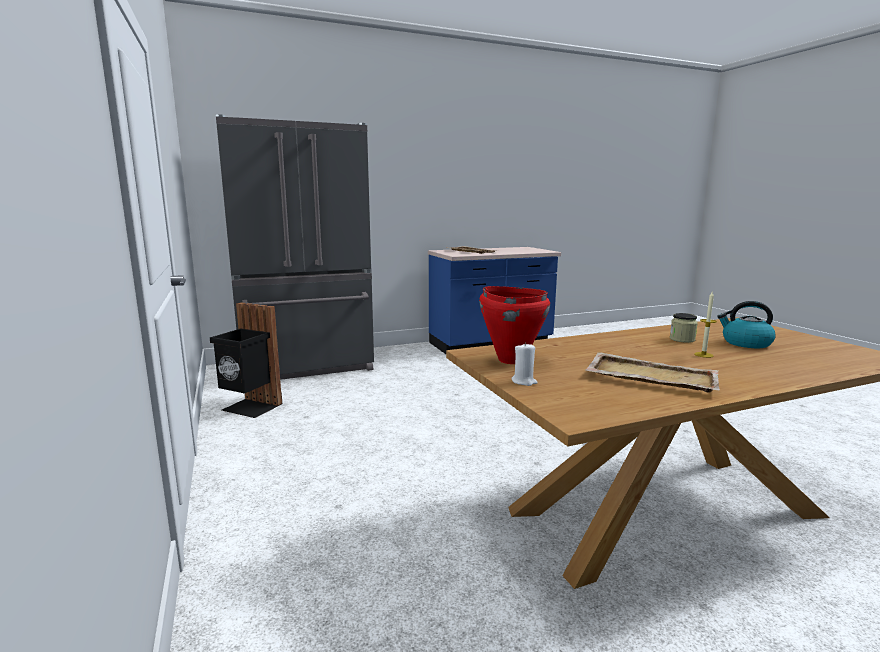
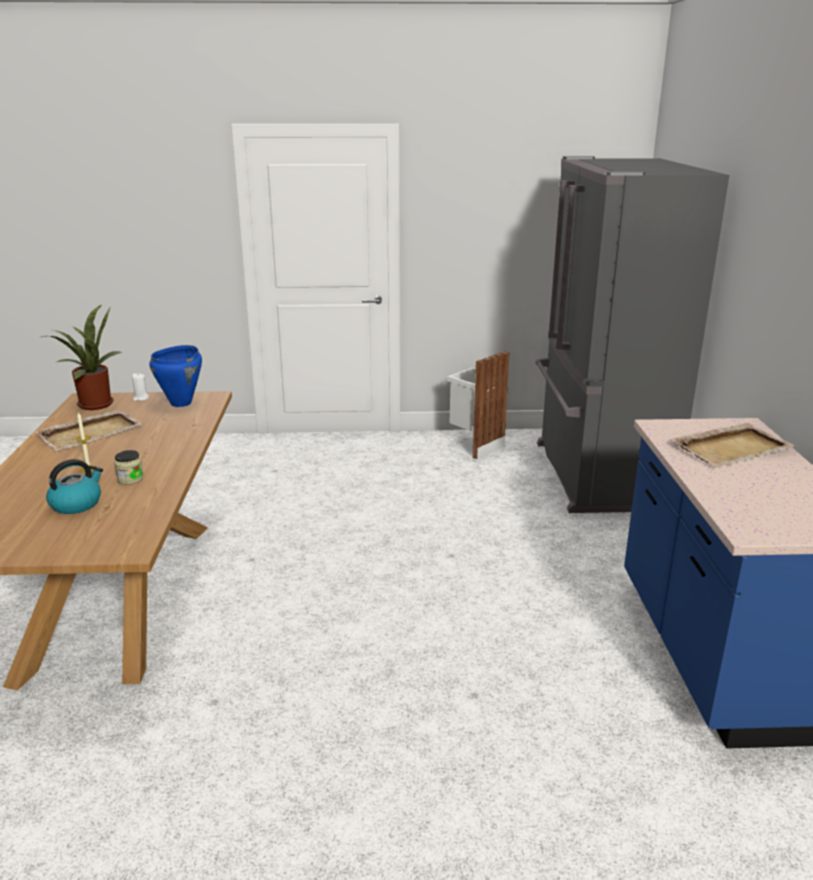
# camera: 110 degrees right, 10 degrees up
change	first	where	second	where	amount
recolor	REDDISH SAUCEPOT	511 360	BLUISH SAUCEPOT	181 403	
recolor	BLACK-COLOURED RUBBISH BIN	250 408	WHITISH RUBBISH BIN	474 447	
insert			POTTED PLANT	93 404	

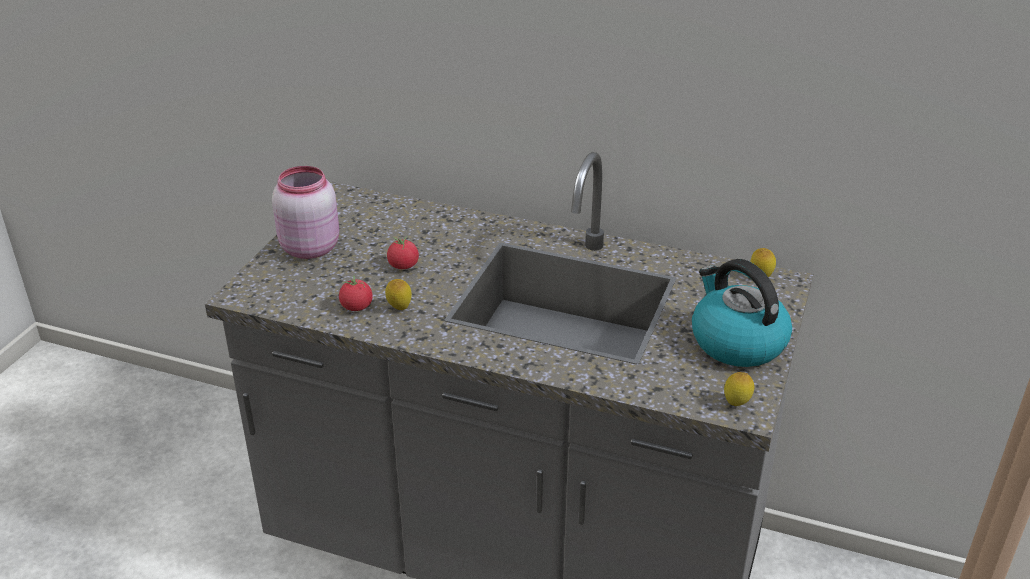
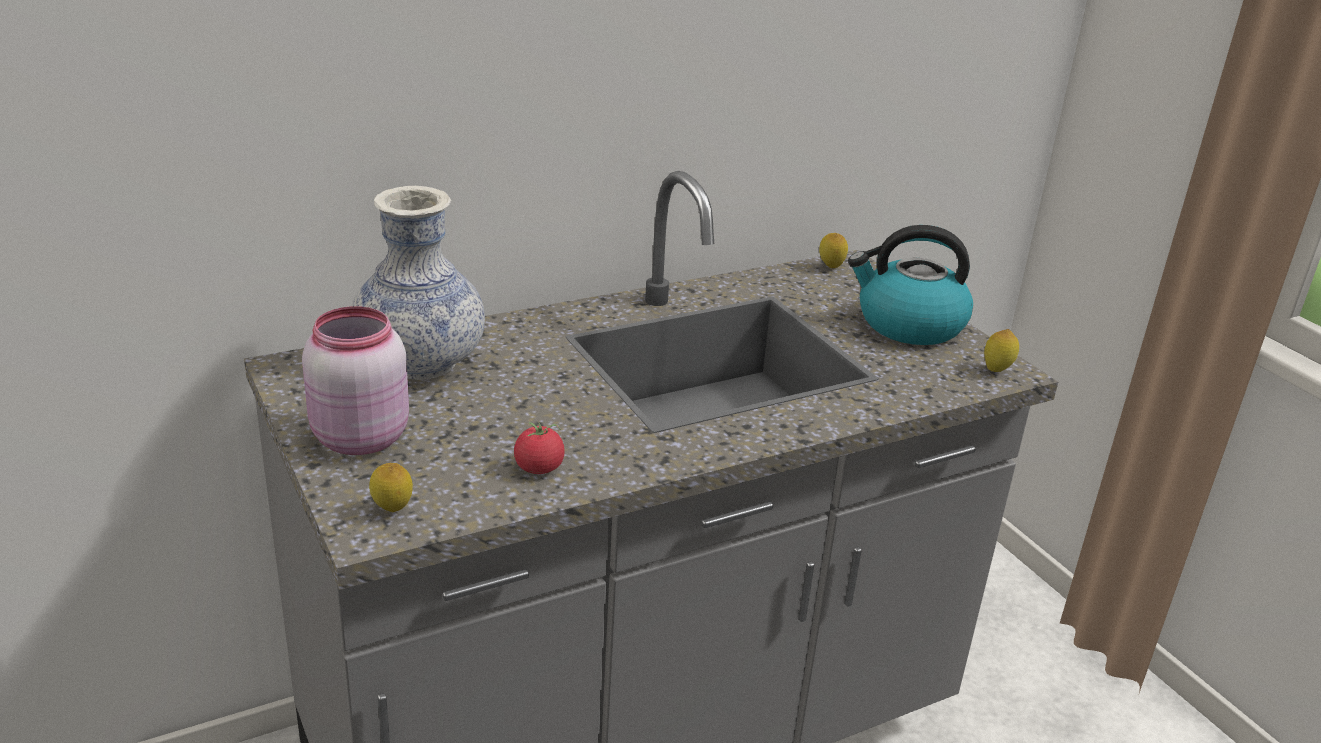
# camera: 50 degrees left, 5 degrees down
change	first	where	second	where	amount
delete	FRESH TOMATO	403 266			
move	WHOLE LEMON	399 309		392 511	
insert			DECORATIVE VASE	420 362	

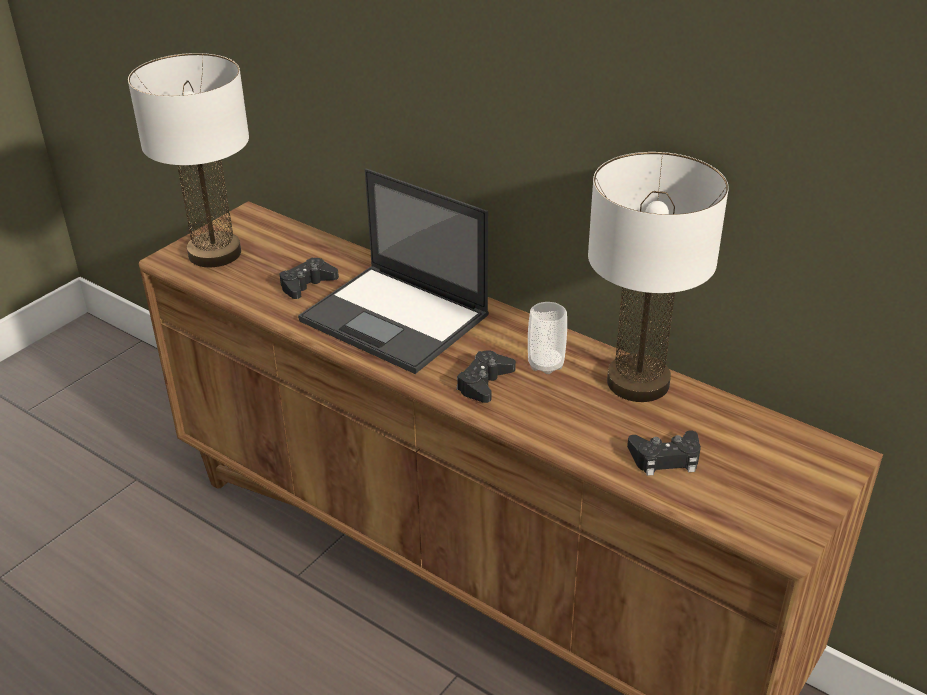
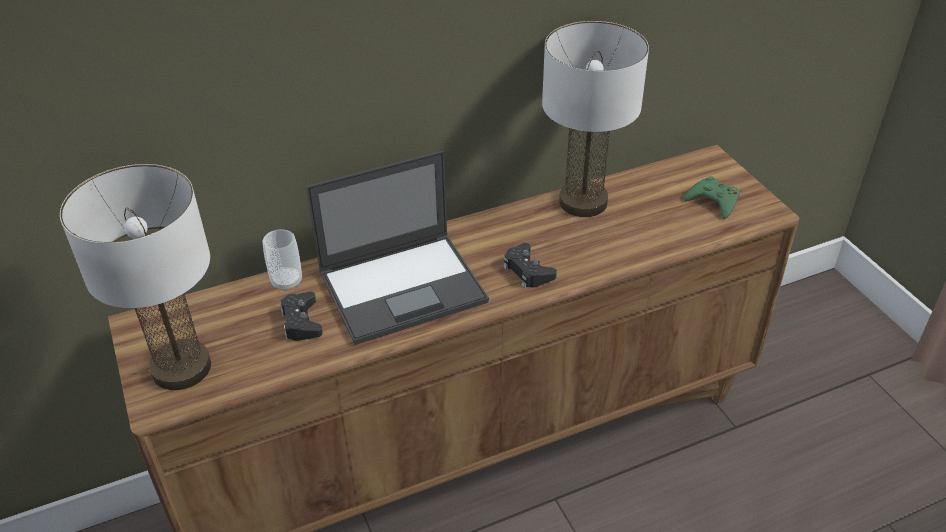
# camera: 60 degrees left, 5 degrees up
change	first	where	second	where	amount
move	DRINKING CUP	546 364		287 282	
delete	BLACK-COLOURED GAME CONTROLLER	665 458			
insert			GREEN GAME CONTROLLER	713 202	

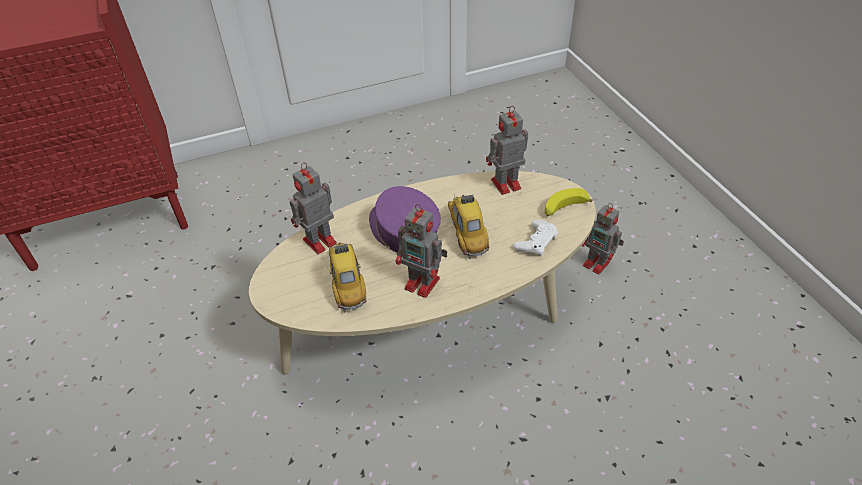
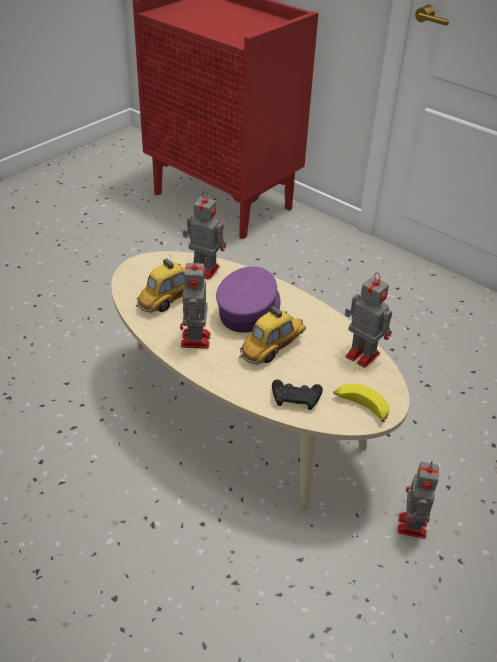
# camera: 60 degrees right, 5 degrees down
change	first	where	second	where	amount
recolor	WHITISH GAME CONTROLLER	536 242	BLACK-COLOURED GAME CONTROLLER	295 398	

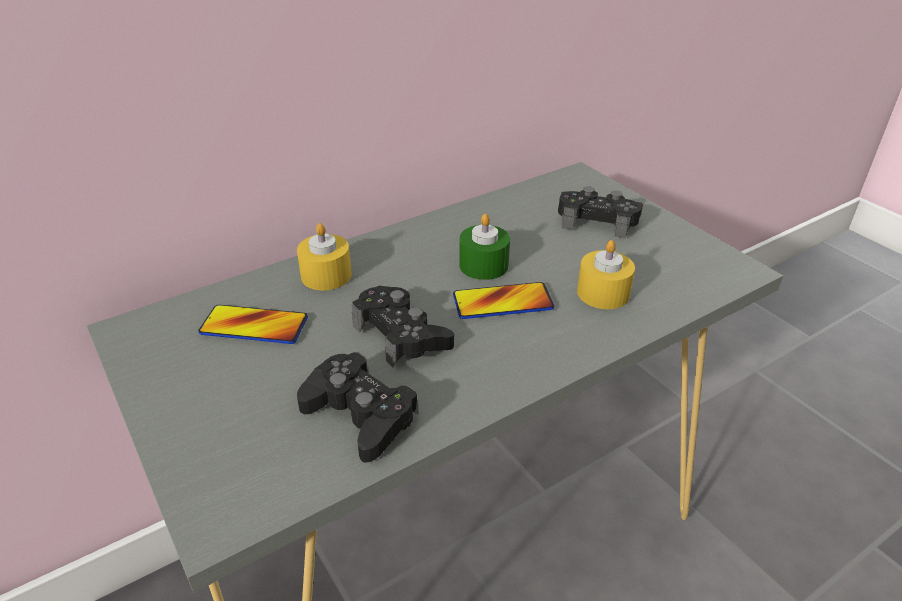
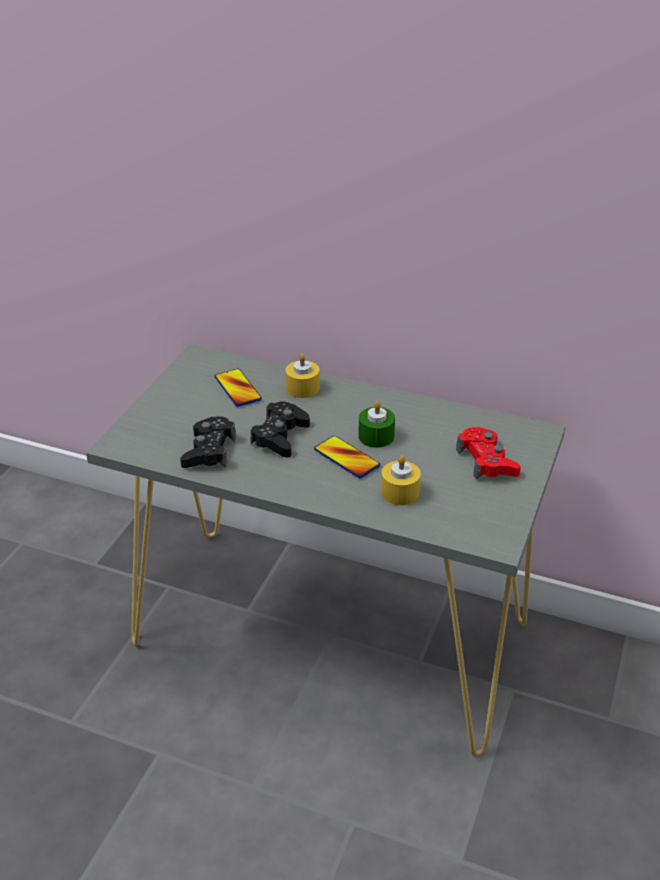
# camera: 55 degrees right, 0 degrees up
change	first	where	second	where	amount
recolor	BLACK-COLOURED GAME CONTROLLER	598 220	REDDISH GAME CONTROLLER	486 461	

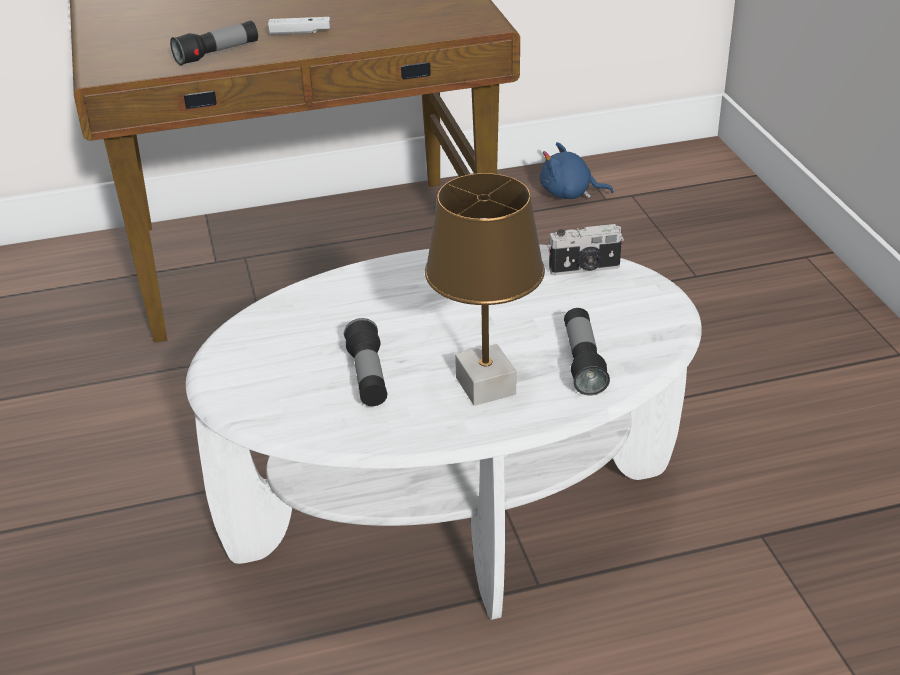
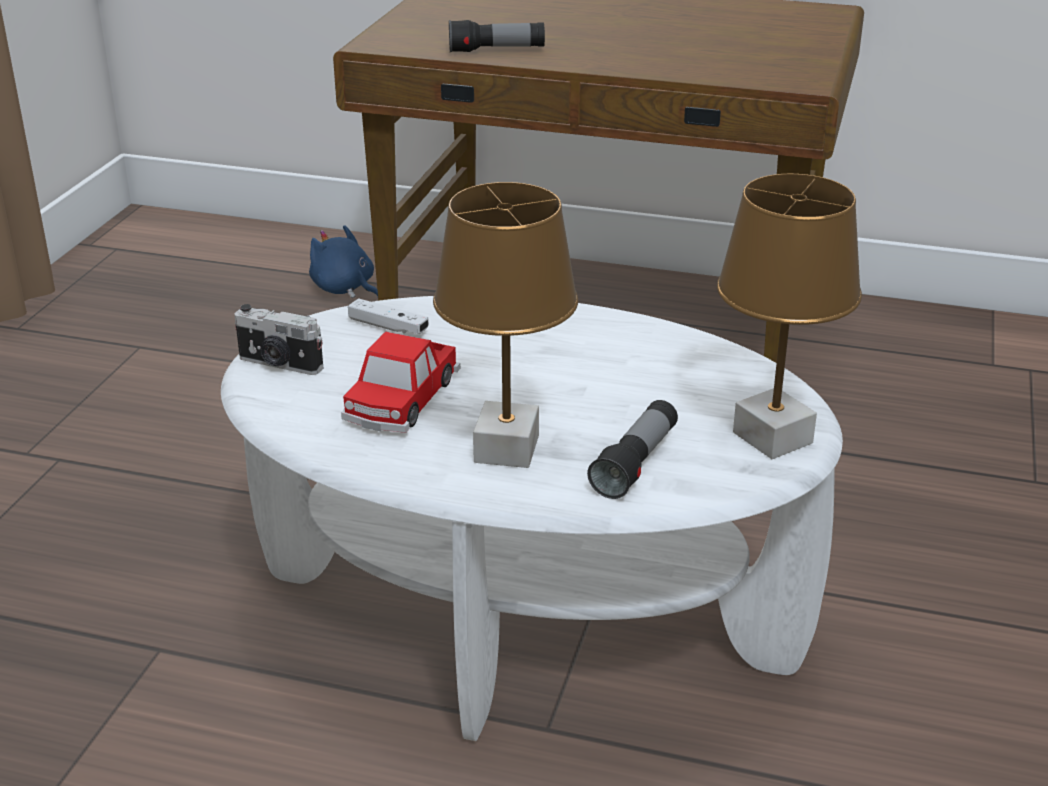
# camera: 30 degrees right, 5 degrees down
change	first	where	second	where	amount
move	WHITISH GAME CONTROLLER	300 32		388 327	
move	BLUISH SOFT TOY	569 194		345 289	
move	PHOTO CAMERA	585 269		279 364	
replace	FLASHLIGHT	368 376	MINIATURE CAR	402 399	
insert			BROWN TABLETOP LAMP	774 438	

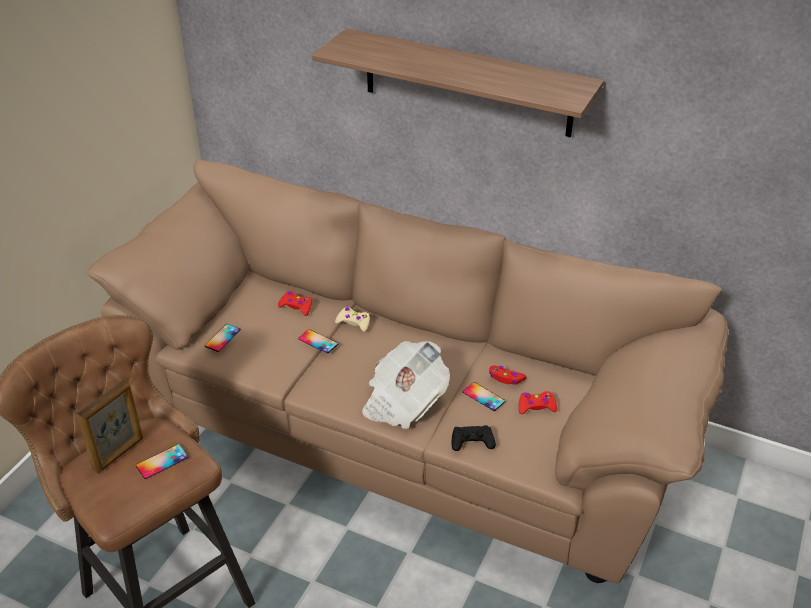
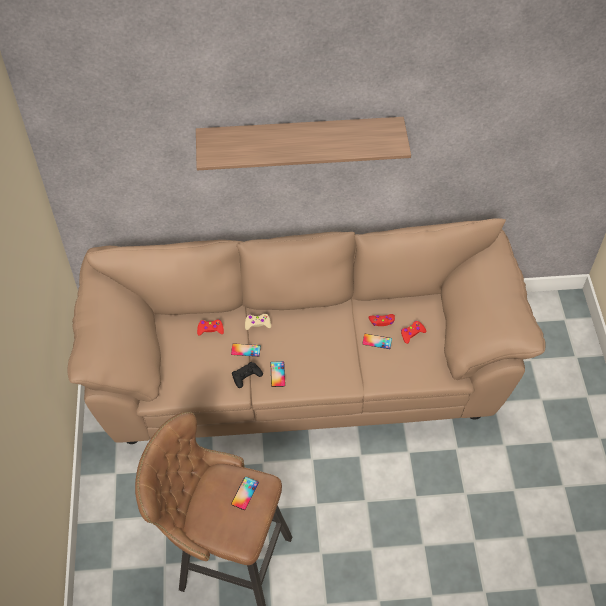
# camera: 30 degrees left, 15 degrees up
change	first	where	second	where	amount
move	HANDSET	222 338		277 374	
delete	PRINTED PAPER	403 401			
delete	PICTURE FRAME	119 454			
move	BLACK-COLOURED GAME CONTROLLER	472 441		246 376	

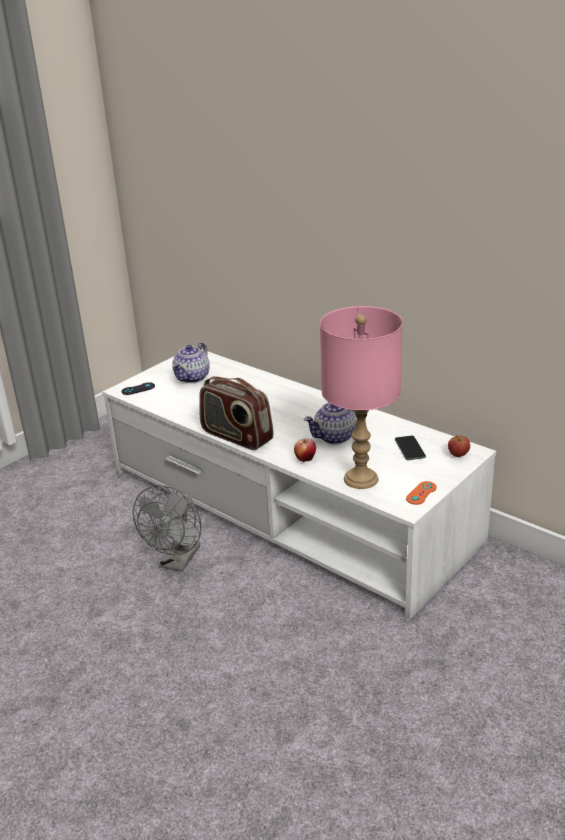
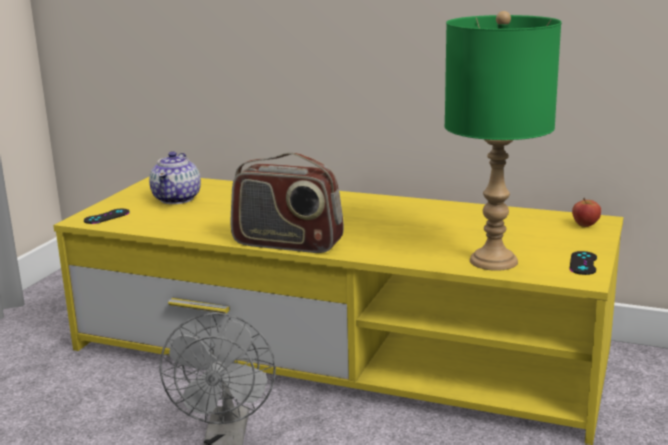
# camera: 20 degrees left, 10 degrees down
change	first	where	second	where	amount
recolor	PINK-COLOURED TABLETOP LAMP	361 478	GREEN TABLETOP LAMP	494 260	
recolor	WHITISH TV UNIT	289 504	YELLOW-COLOURED TV UNIT	340 347	
delete	TEAPOT	335 437			
delete	HANDSET	409 448			
delete	APPLE FRUIT	305 459			
recolor	ORANGE-COLOURED GAME CONTROLLER	421 493	BLACK-COLOURED GAME CONTROLLER	583 263	

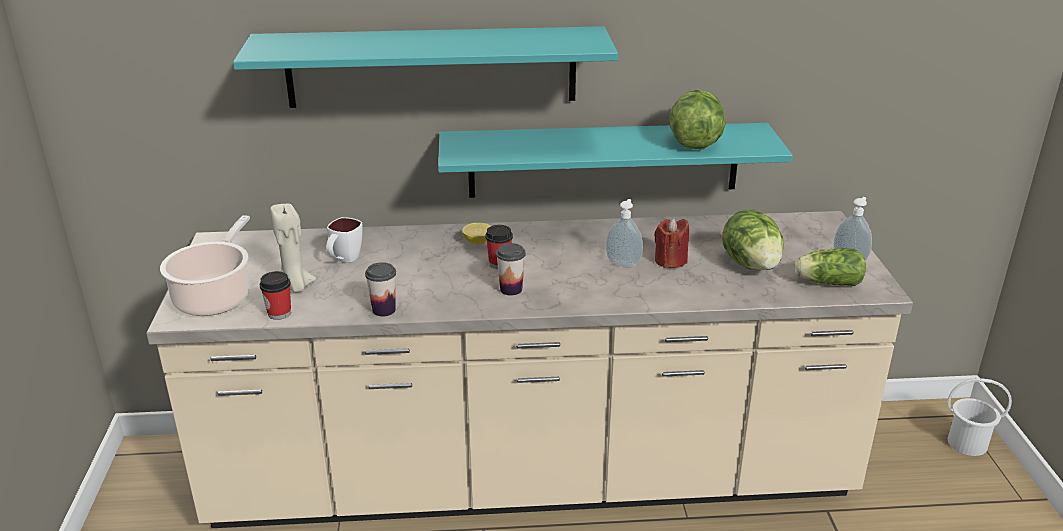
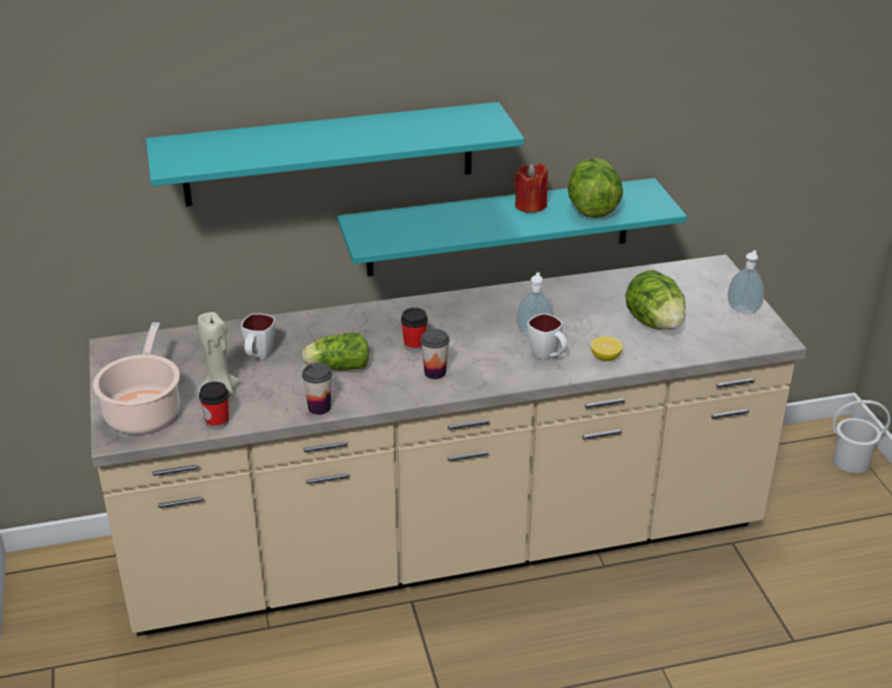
# camera: 10 degrees left, 5 degrees up
change	first	where	second	where	amount
move	REDDISH WAX LIGHT	670 261		530 206	
move	WHOLE LEMON	477 242		605 357	
move	LETTUCE	826 282		336 367	
insert			WHITISH TEA MUG	548 357	

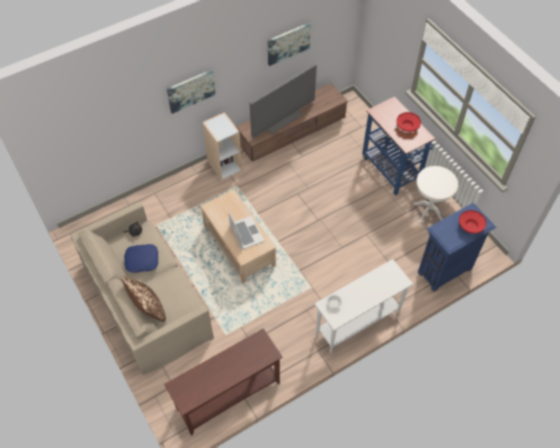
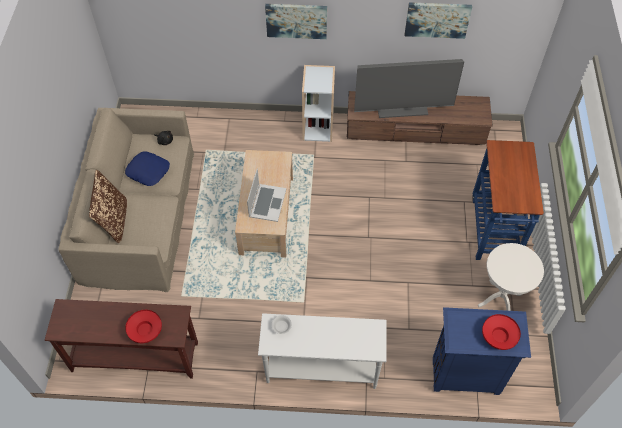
# camera: 35 degrees right, 0 degrees up
change	first	where	second	where	amount
move	REDDISH DEEP DISH	407 126		145 330	

